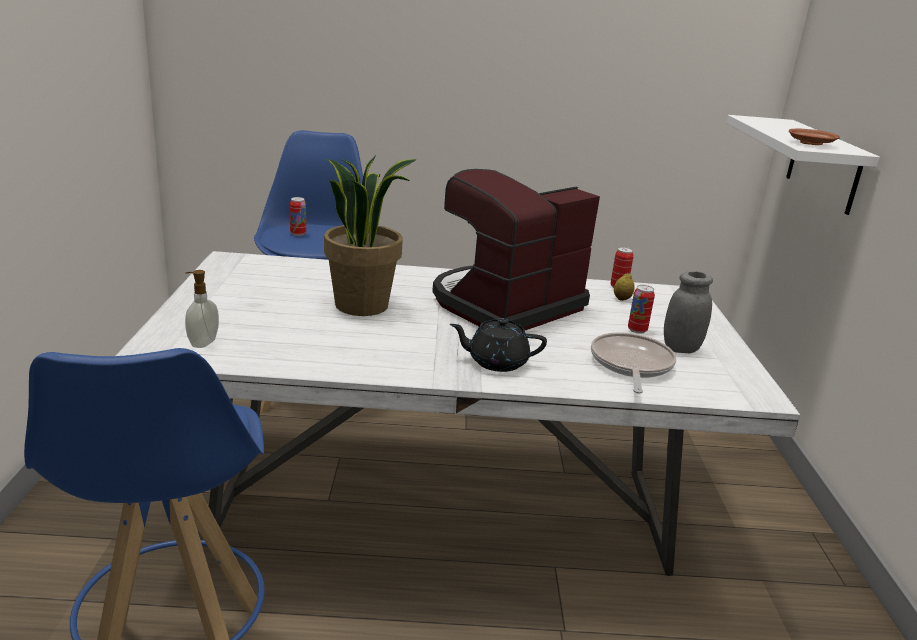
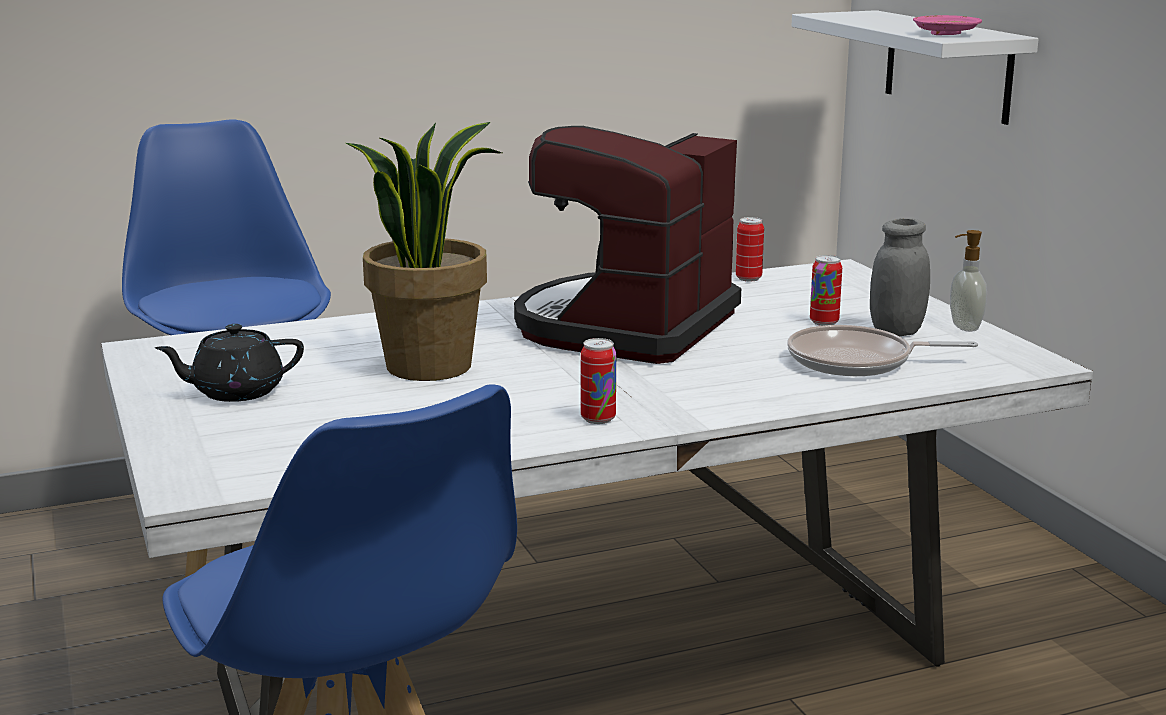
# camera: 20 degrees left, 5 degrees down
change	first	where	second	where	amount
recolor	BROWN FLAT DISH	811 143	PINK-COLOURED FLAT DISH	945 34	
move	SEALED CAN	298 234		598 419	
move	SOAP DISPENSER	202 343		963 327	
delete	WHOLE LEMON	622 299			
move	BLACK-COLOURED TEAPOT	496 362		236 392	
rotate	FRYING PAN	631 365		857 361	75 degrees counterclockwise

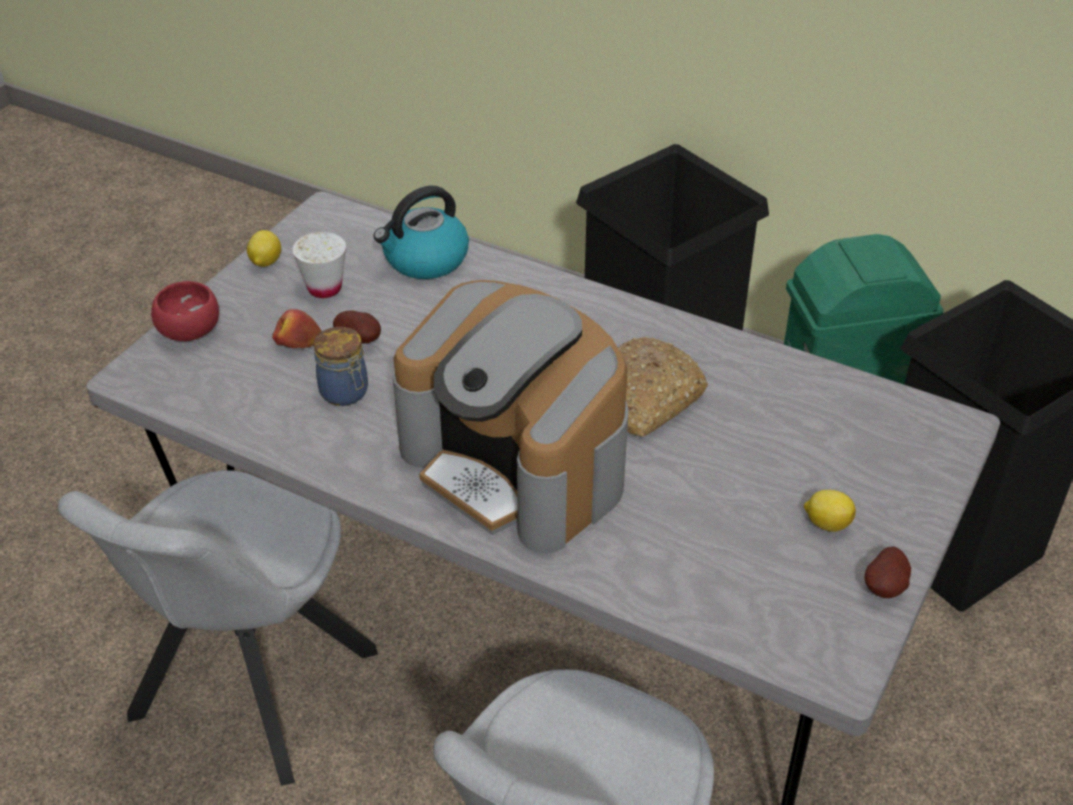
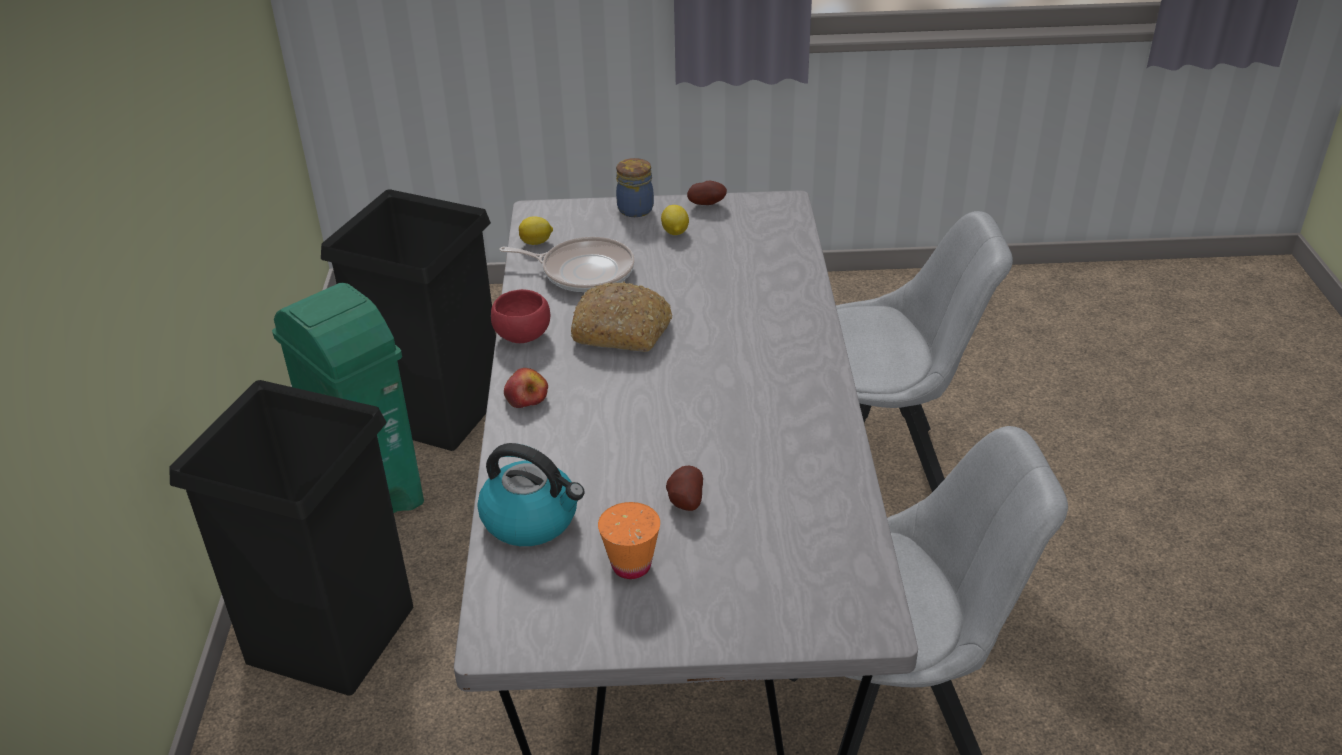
# camera: 120 degrees left, 5 degrees down
change	first	where	second	where	amount
move	WHOLE LEMON	265 262		537 242	
recolor	WHITISH DRINKING CUP	324 288	ORANGE-COLOURED DRINKING CUP	631 565	
delete	COFFEE MAKER	517 466			
move	REDDISH DEEP DISH	191 332		522 334	
move	APPLE FRUIT	298 341		526 397	
move	JAR	345 393		636 208	
insert			FRYING PAN	583 271	

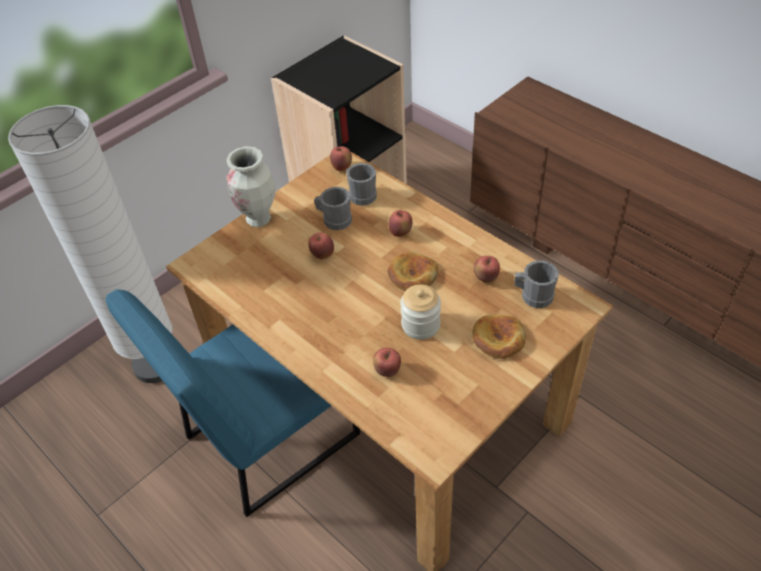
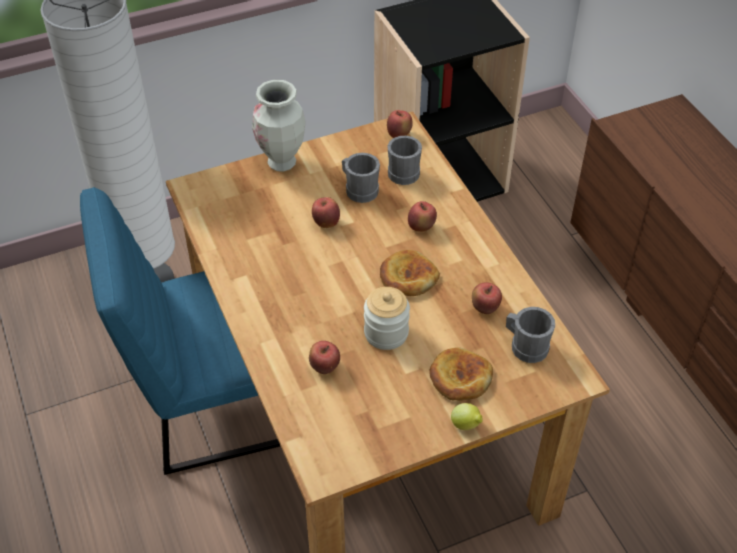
# camera: 20 degrees right, 0 degrees up
change	first	where	second	where	amount
insert			WHOLE LEMON	466 425	

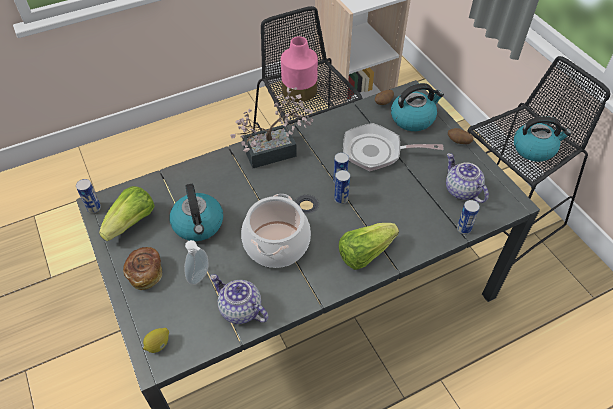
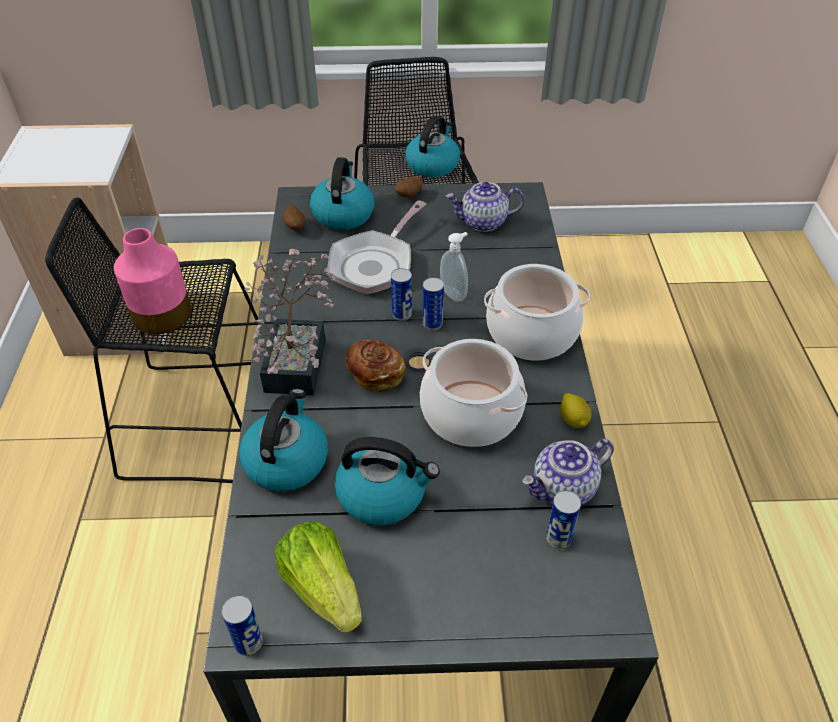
# camera: 65 degrees left, 5 degrees down
change	first	where	second	where	amount
move	SEALED CAN	463 229		558 539	
replace	LETTUCE	365 253	SAUCEPOT	531 333	
move	SOAP DISPENSER	200 277		454 293	
move	BAKERY BREAD	145 273		375 374	
move	WHOLE LEMON	158 345		573 420	
insert			KETTLE	286 460	

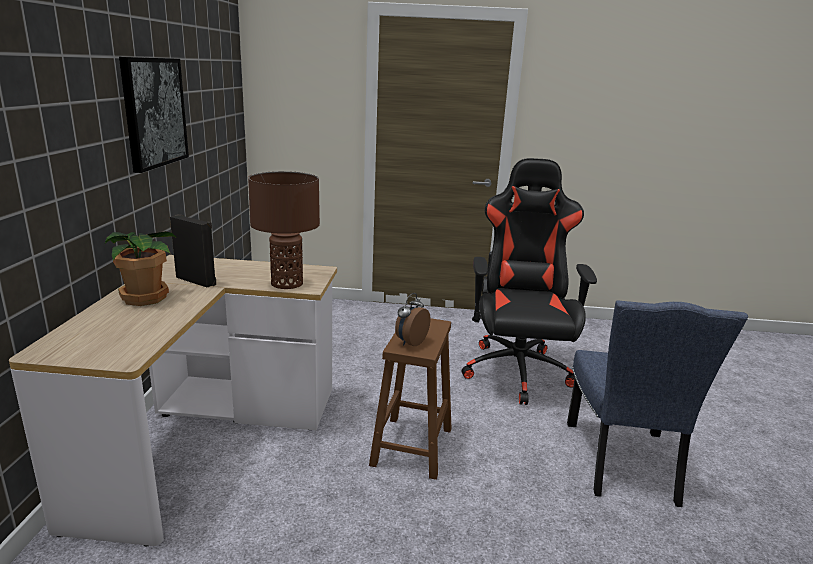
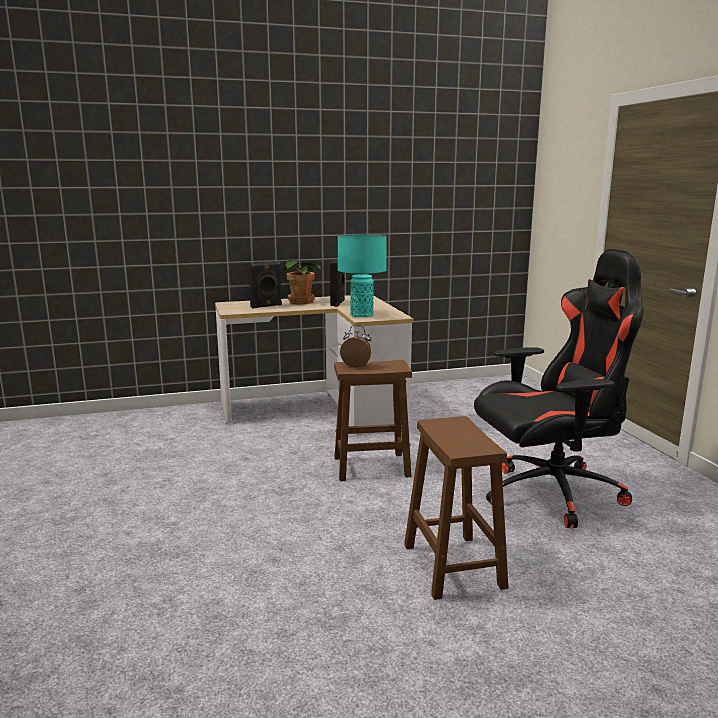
# camera: 70 degrees right, 5 degrees down
change	first	where	second	where	amount
delete	WALL PICTURE	154 112			
recolor	BROWN TABLETOP LAMP	287 283	TURQUOISE-COLOURED TABLETOP LAMP	361 315	
replace	BLUISH PLAIN CHAIR	622 460	BROWN STOOL SEAT	452 564	
insert			BLACK-COLOURED LOUDSPEAKER	266 306	

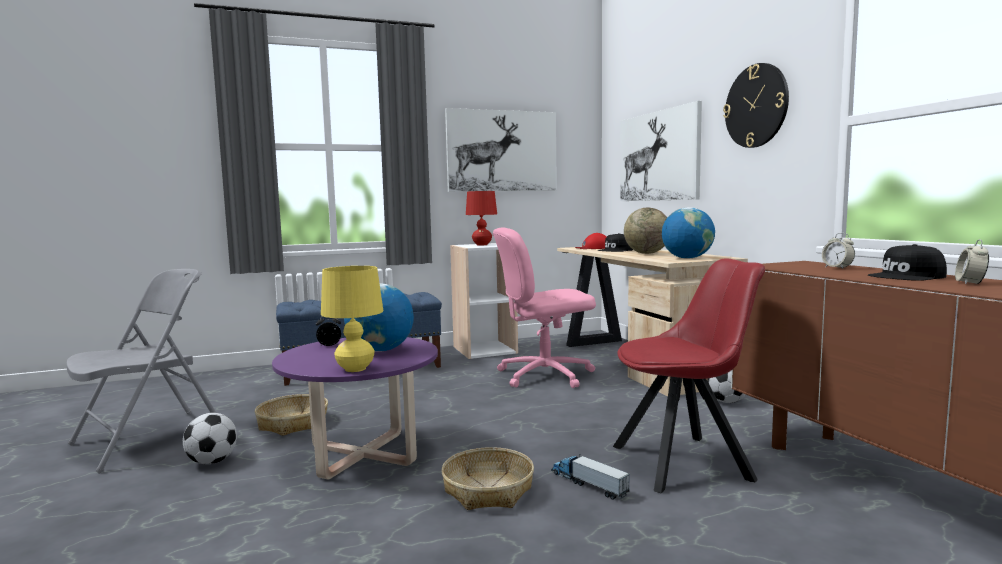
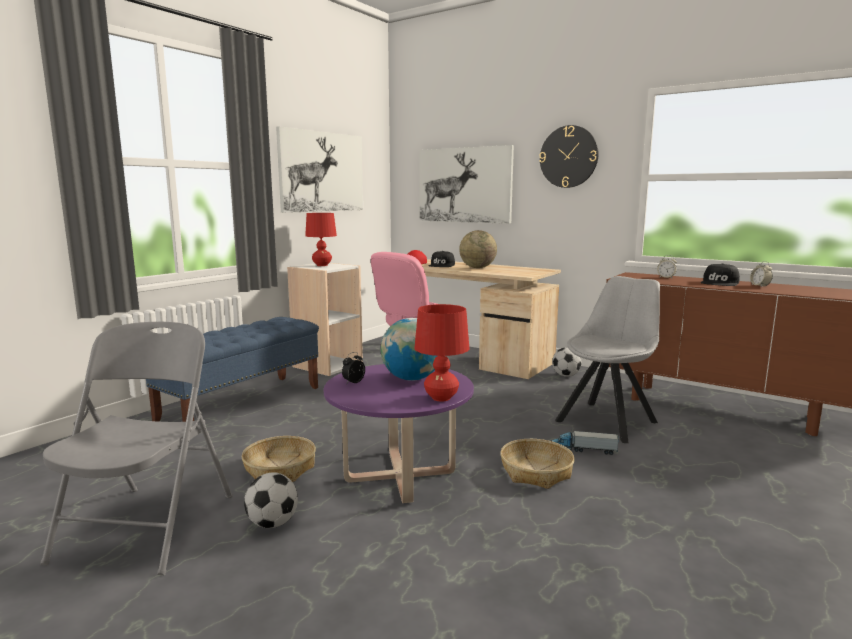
# camera: 35 degrees left, 5 degrees up
change	first	where	second	where	amount
delete	DESK GLOBE	687 258			
recolor	REDDISH PLAIN CHAIR	684 462	GRAY PLAIN CHAIR	607 421	
recolor	YELLOW-COLOURED TABLETOP LAMP	355 369	REDDISH TABLETOP LAMP	441 398	

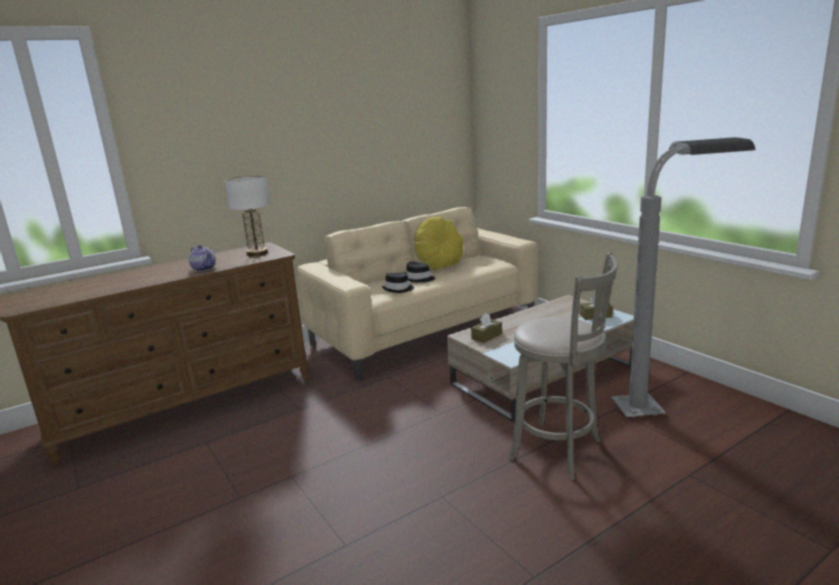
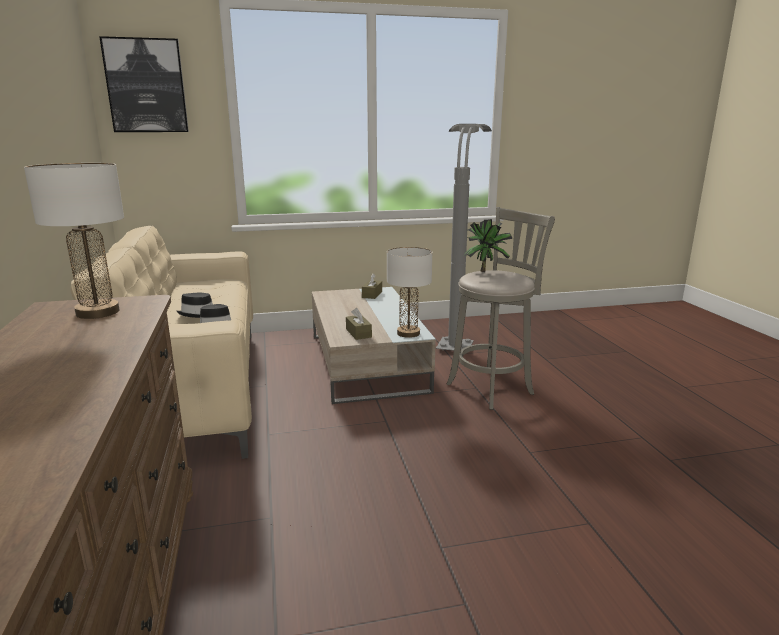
# camera: 70 degrees left, 0 degrees up
change	first	where	second	where	amount
delete	YELLOW-COLOURED PILLOW	440 267			
delete	TEAPOT	204 268			
insert			WALL PICTURE	146 86	
insert			POTTED PLANT	485 271	
insert			TABLETOP LAMP	408 333	

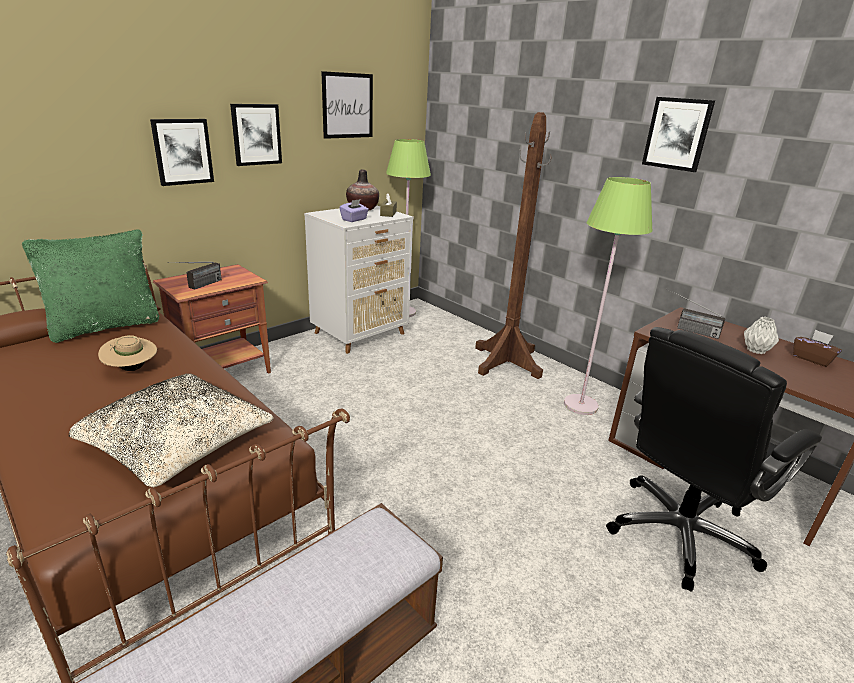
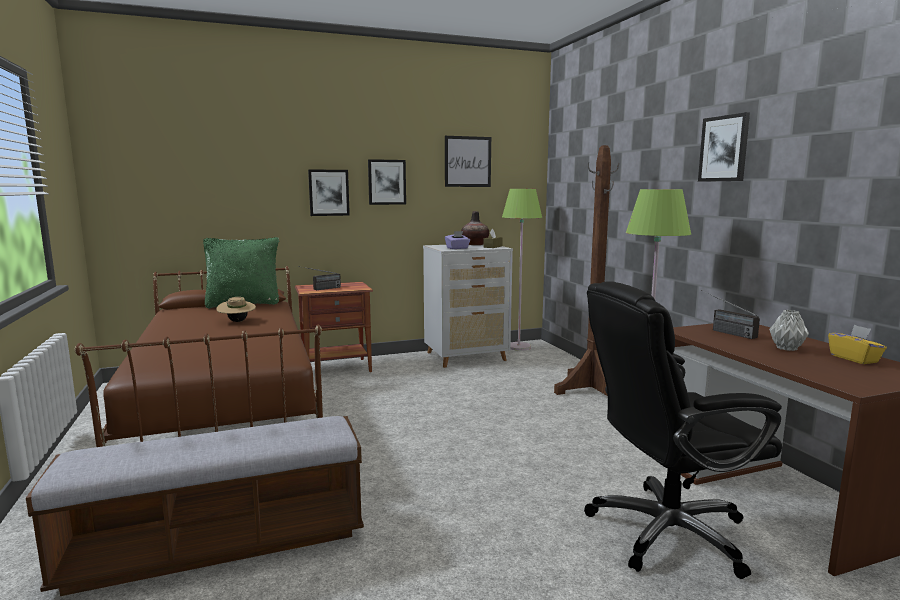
# camera: 25 degrees right, 15 degrees down
change	first	where	second	where	amount
recolor	BROWN TISSUE HOLDER	812 359	YELLOW-COLOURED TISSUE HOLDER	854 359	
delete	BEIGE PILLOW	177 442			

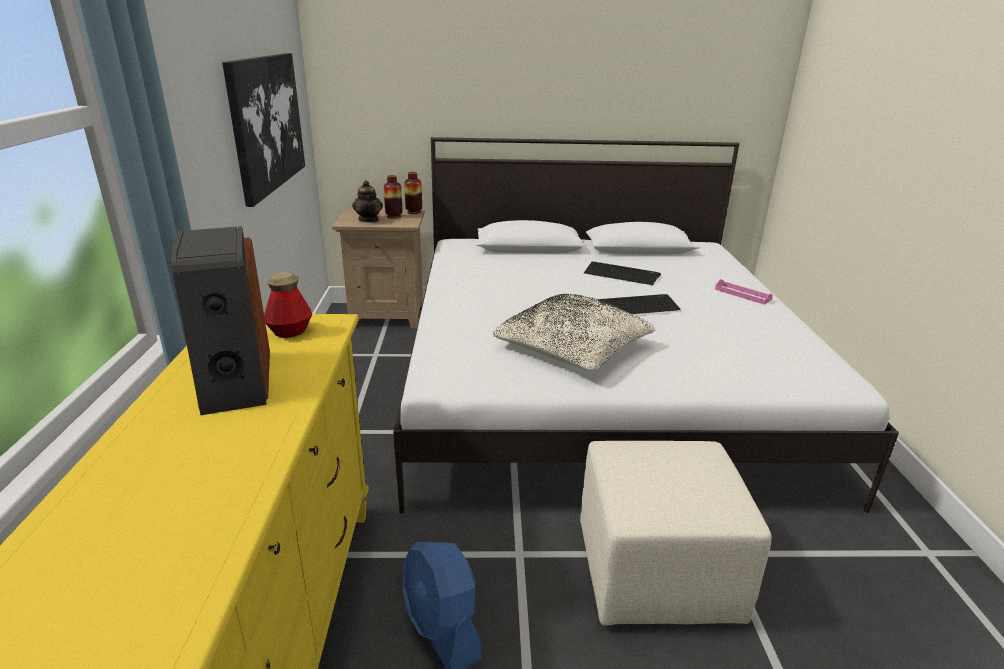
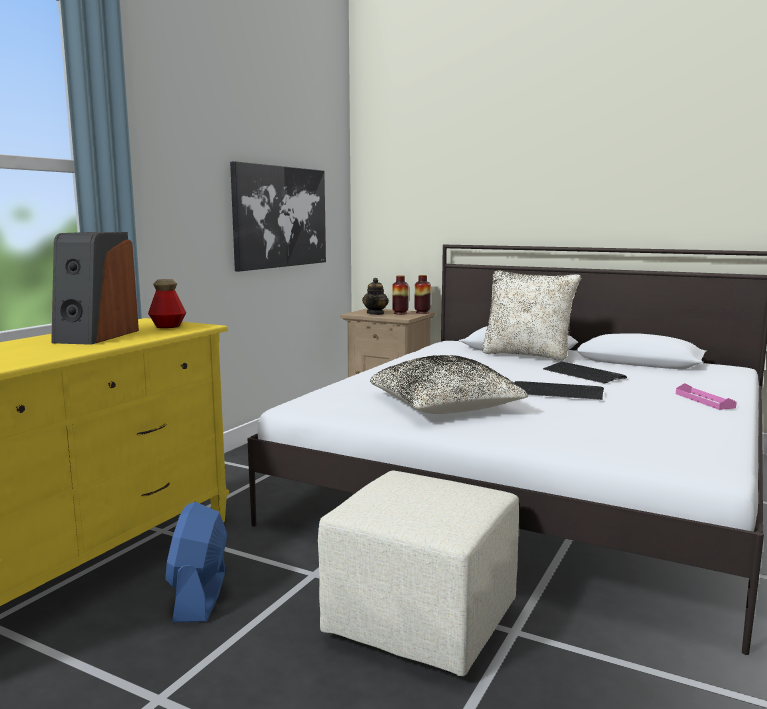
# camera: 30 degrees right, 15 degrees down
change	first	where	second	where	amount
insert			BEIGE PILLOW	527 356	

